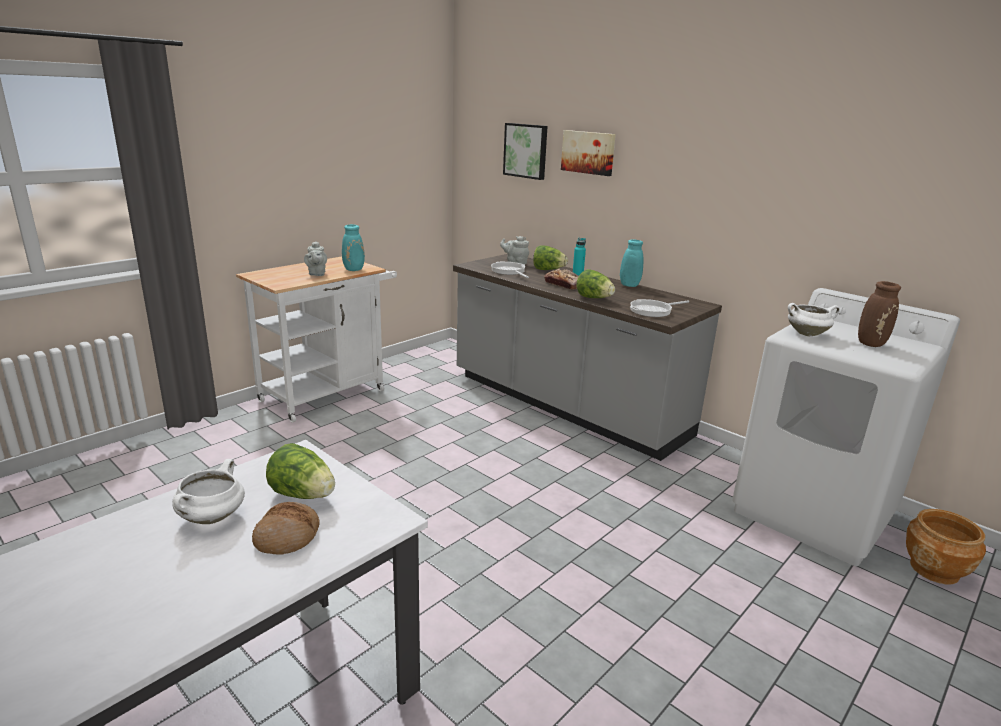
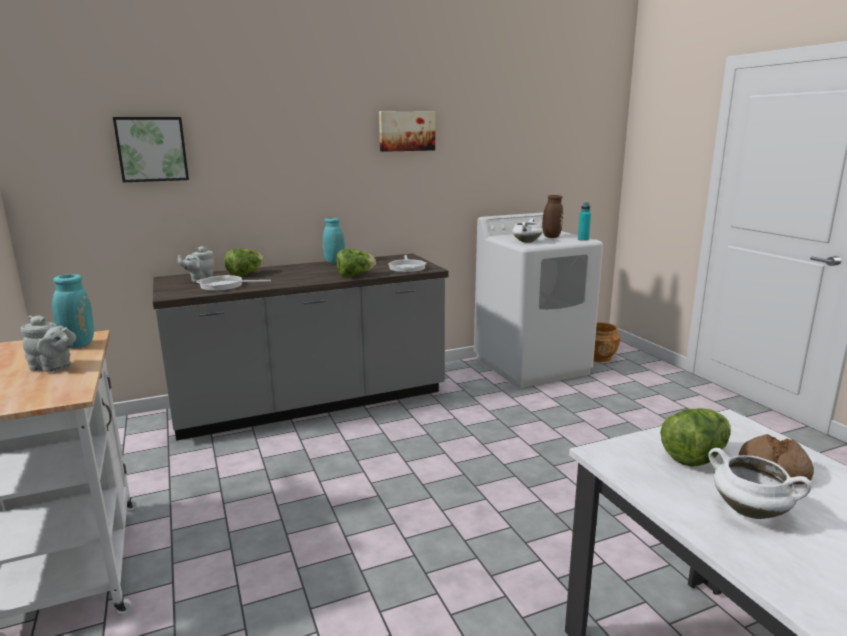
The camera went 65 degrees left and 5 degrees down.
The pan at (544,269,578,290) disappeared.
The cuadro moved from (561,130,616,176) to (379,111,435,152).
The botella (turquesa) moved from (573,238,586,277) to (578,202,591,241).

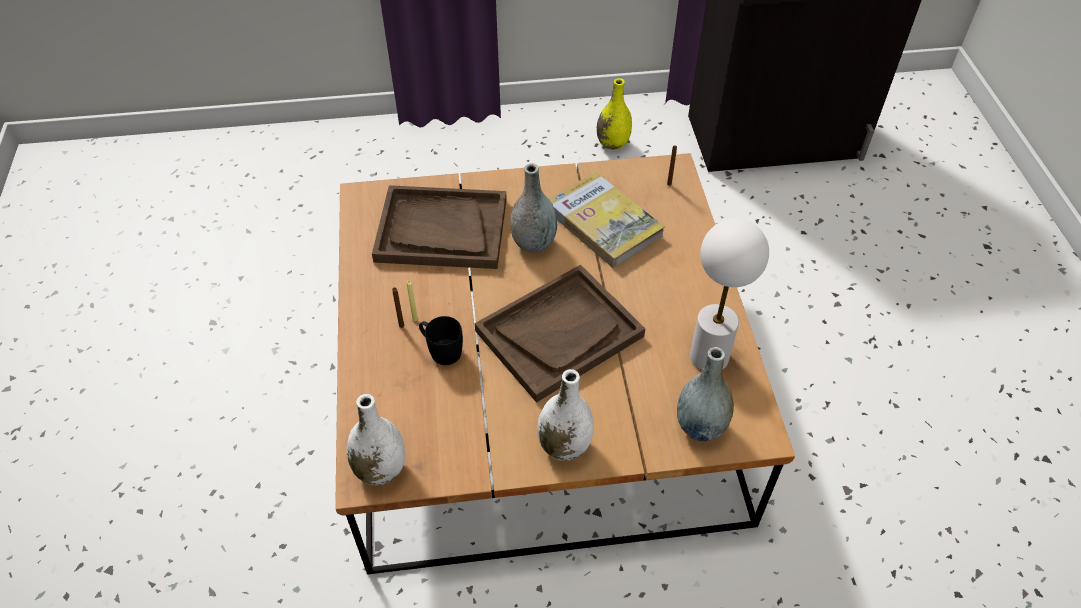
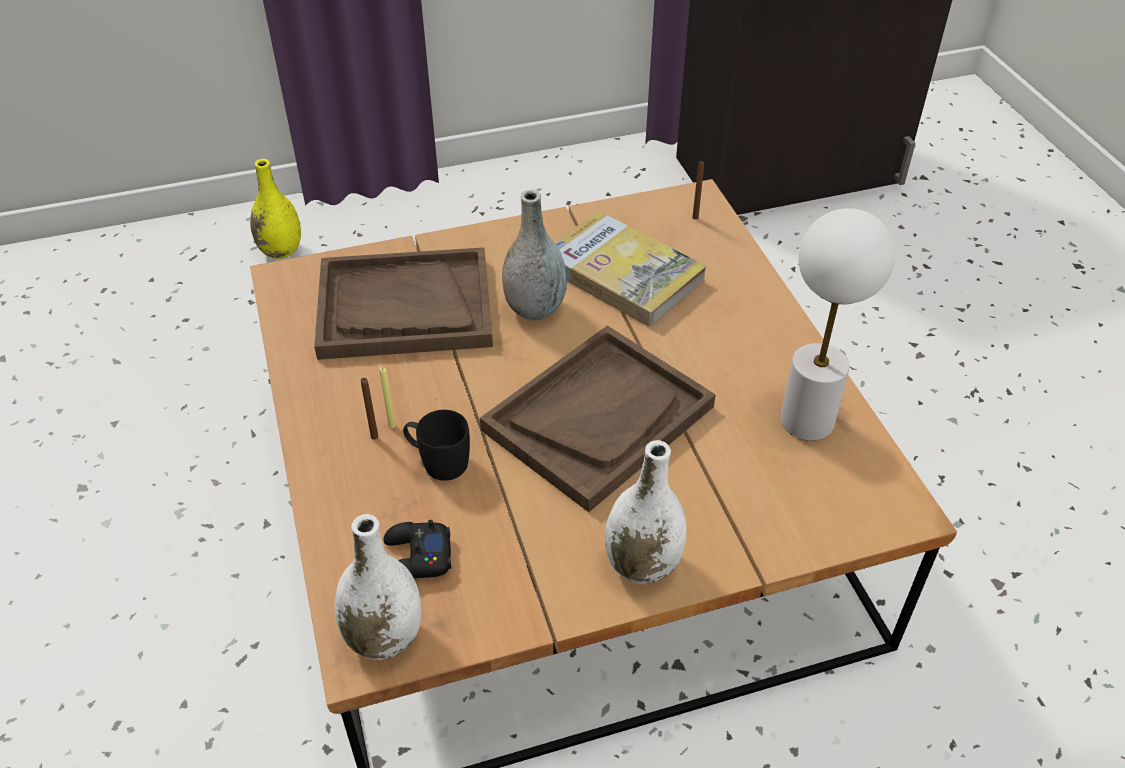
The camera went 10 degrees left and 5 degrees down.
The florero (gris) at (677,347,734,442) disappeared.
The mando de consola (negro) at (383,520,451,578) appeared.
The florero (amarillo) moved from (597,78,632,150) to (250,159,301,259).

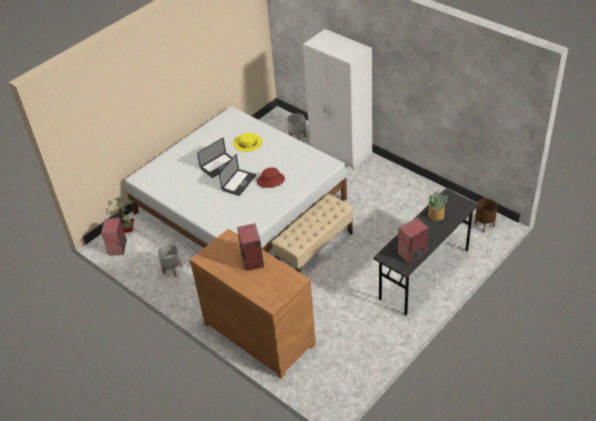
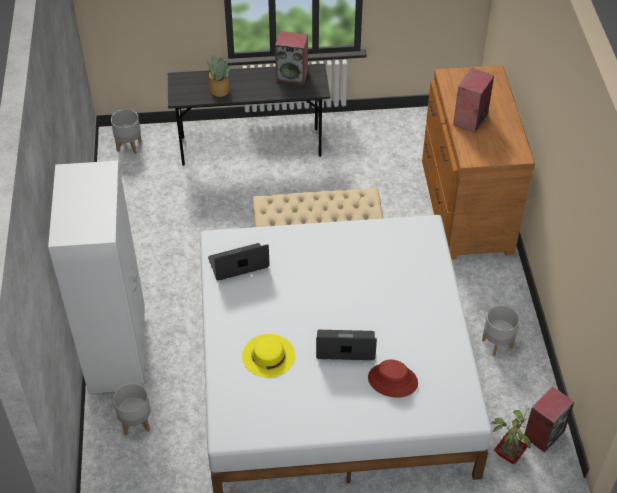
The camera went 140 degrees left and 5 degrees up.
The portátil moved from (219,154,256,196) to (208,243,270,281).
The sombrero (rojo) moved from (256,167,285,188) to (368,360,418,398).
The maceta (marrón) at (474,198,498,232) became the maceta (gris) at (111,109,142,154).

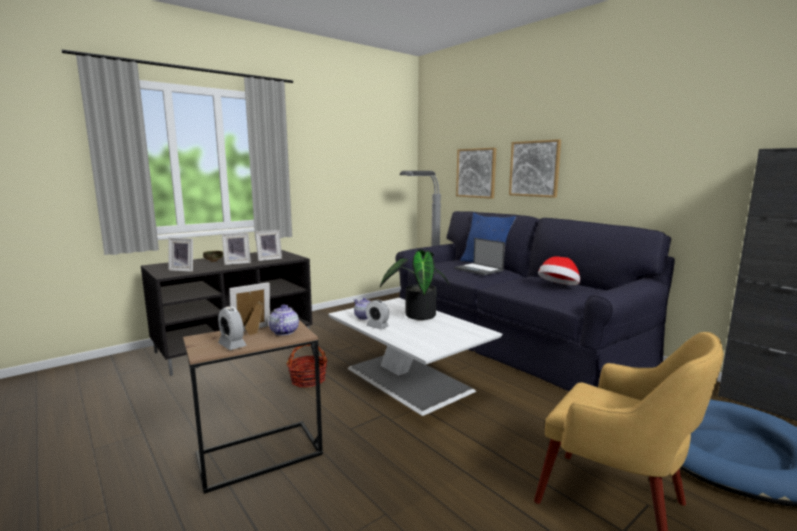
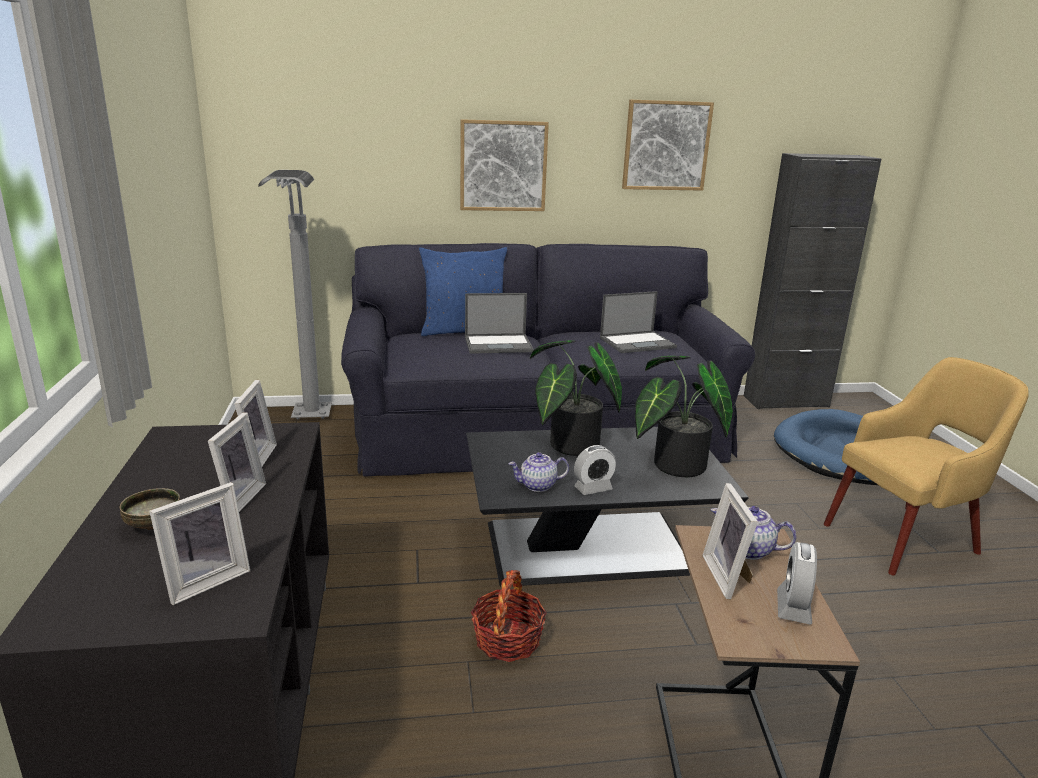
The camera went 60 degrees left and 10 degrees up.
The planta en maceta at (635,356,733,477) appeared.
The cuadro moved from (456,148,496,199) to (622,100,714,191).
The sombrero at (538,256,580,285) was replaced by the portátil at (600,291,677,353).
The mesa de centro (blanco) at (328,298,503,416) became the mesa de centro (negro) at (466,427,749,587).
The despertador at (218,307,247,350) turned 120 degrees clockwise.

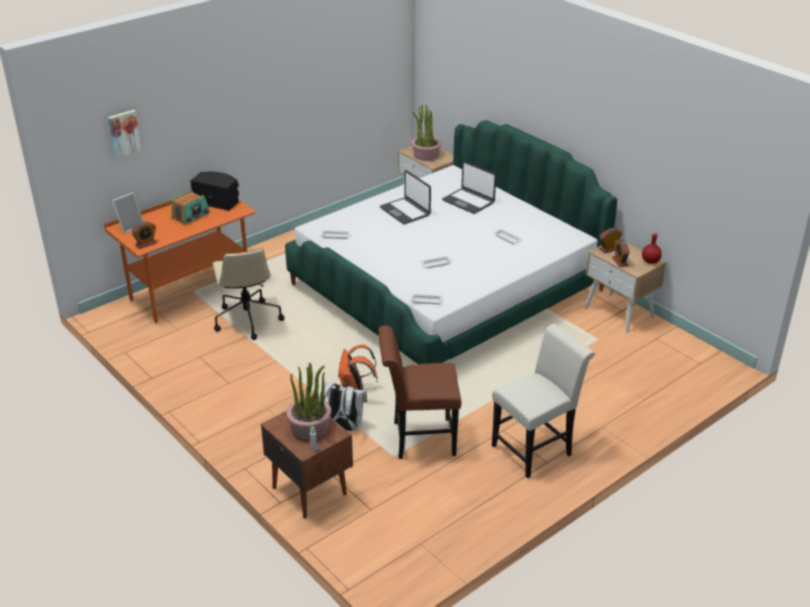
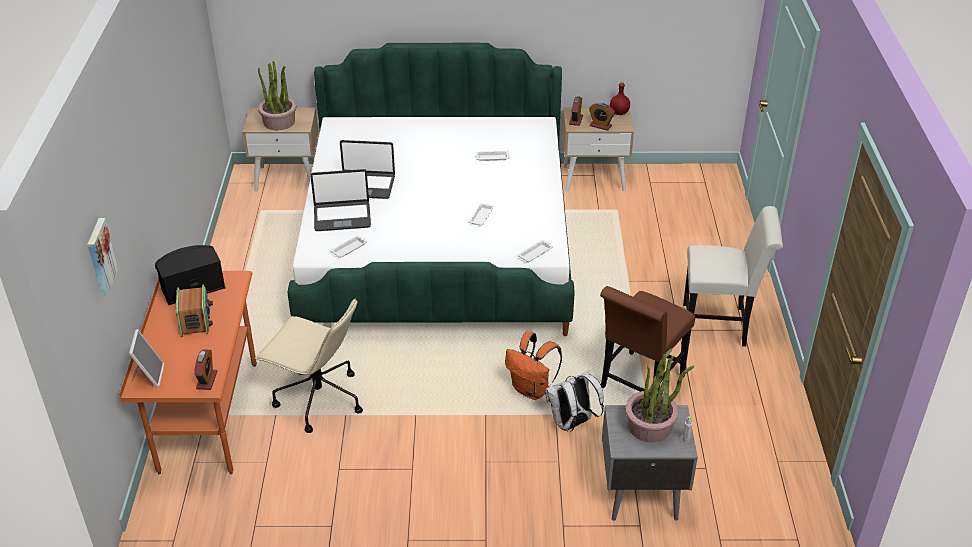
The camera went 50 degrees left and 5 degrees up.
The portátil moved from (442,161,496,214) to (310,169,371,231).
The mesita de noche (marrón) at (261,411,353,519) became the mesita de noche (gris) at (602,405,698,521).
The silla (blanco) at (492,324,595,478) turned 90 degrees clockwise.

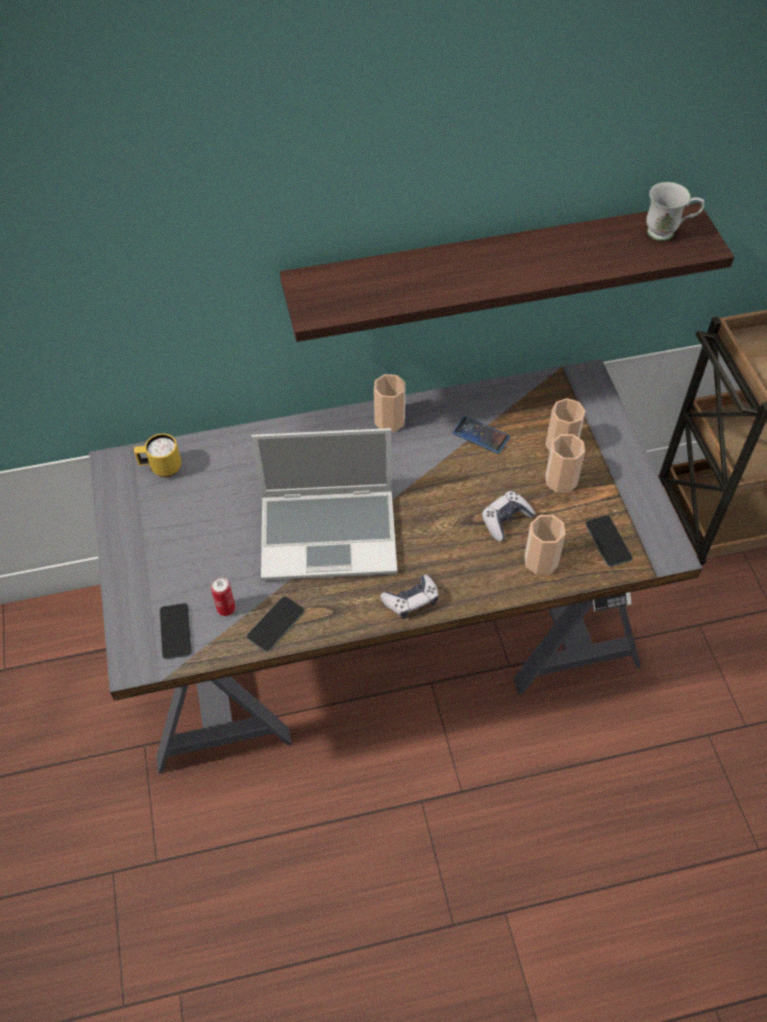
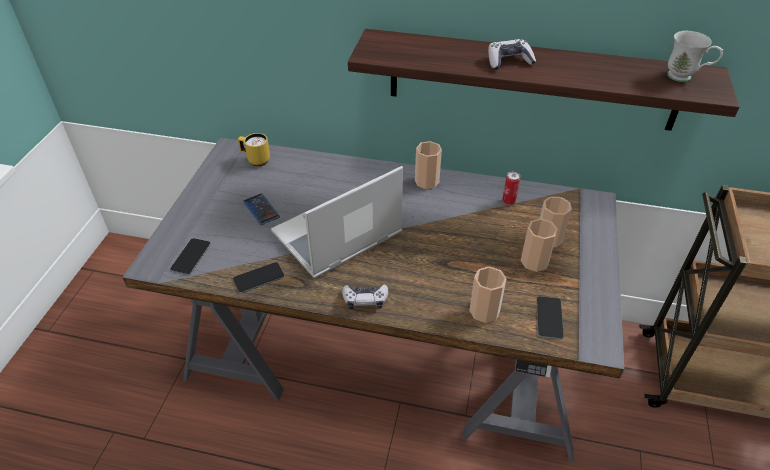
The camera went 25 degrees right and 10 degrees down.
The lata moved from (211,577,235,616) to (502,171,520,205).
The móvil moved from (452,416,510,454) to (243,193,280,225).
The mando de consola moved from (482,491,536,542) to (488,39,536,70).
The portátil at (252,428,397,581) turned 120 degrees clockwise.

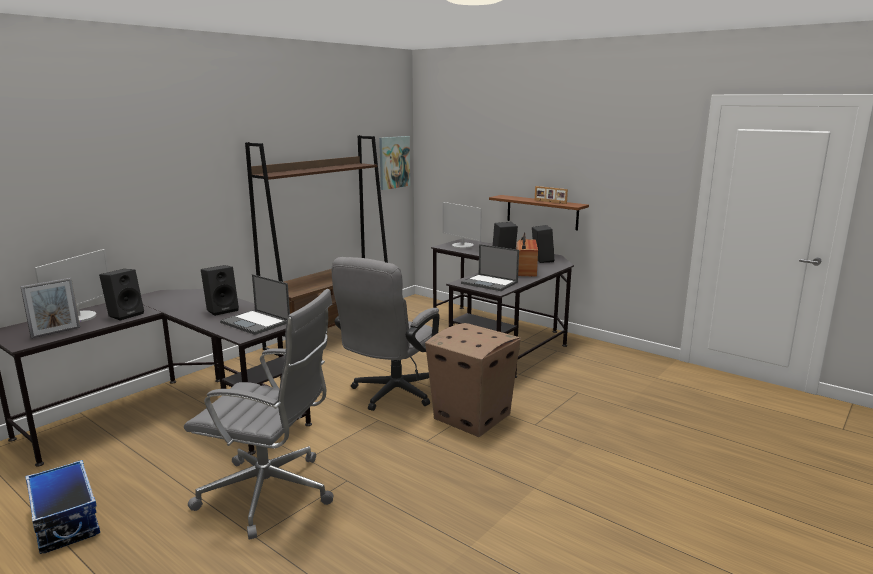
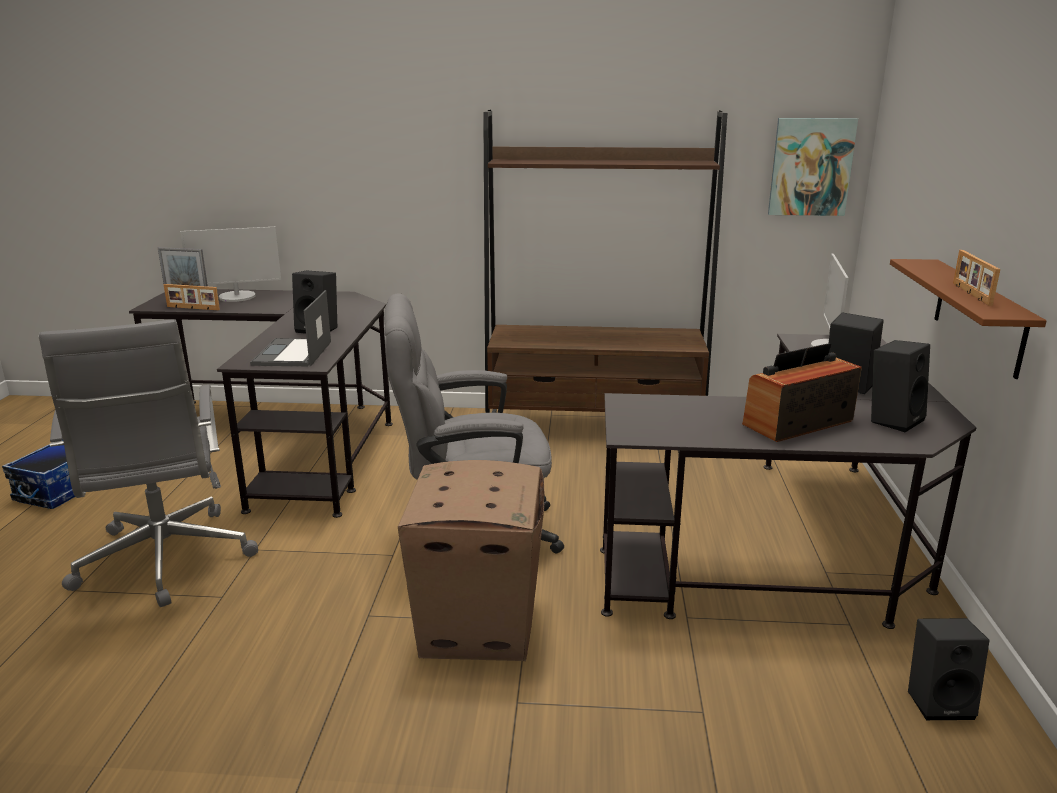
The camera went 55 degrees right and 5 degrees up.
The portátil at (461,244,519,291) disappeared.
The portarretratos at (163,284,220,310) appeared.
The altavoz (negro) moved from (99,269,144,320) to (908,618,990,720).

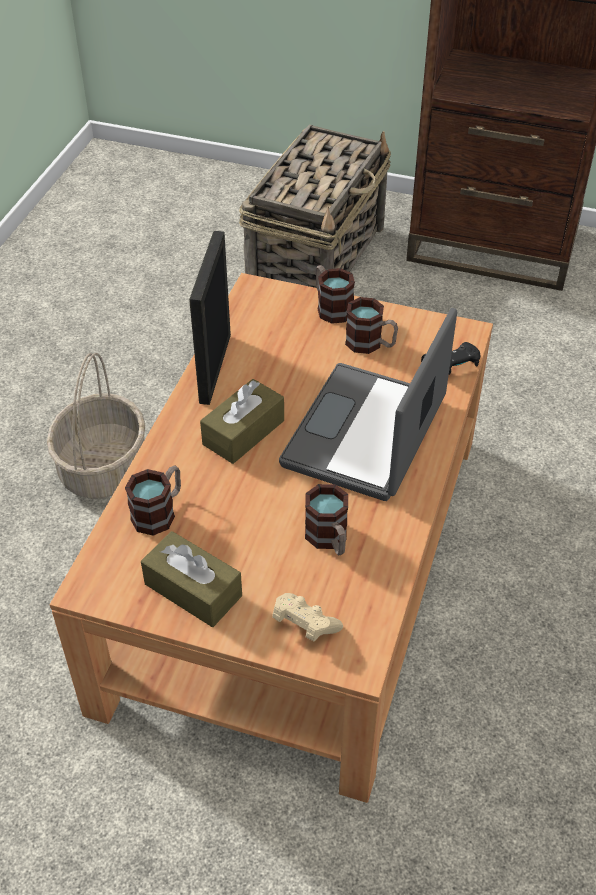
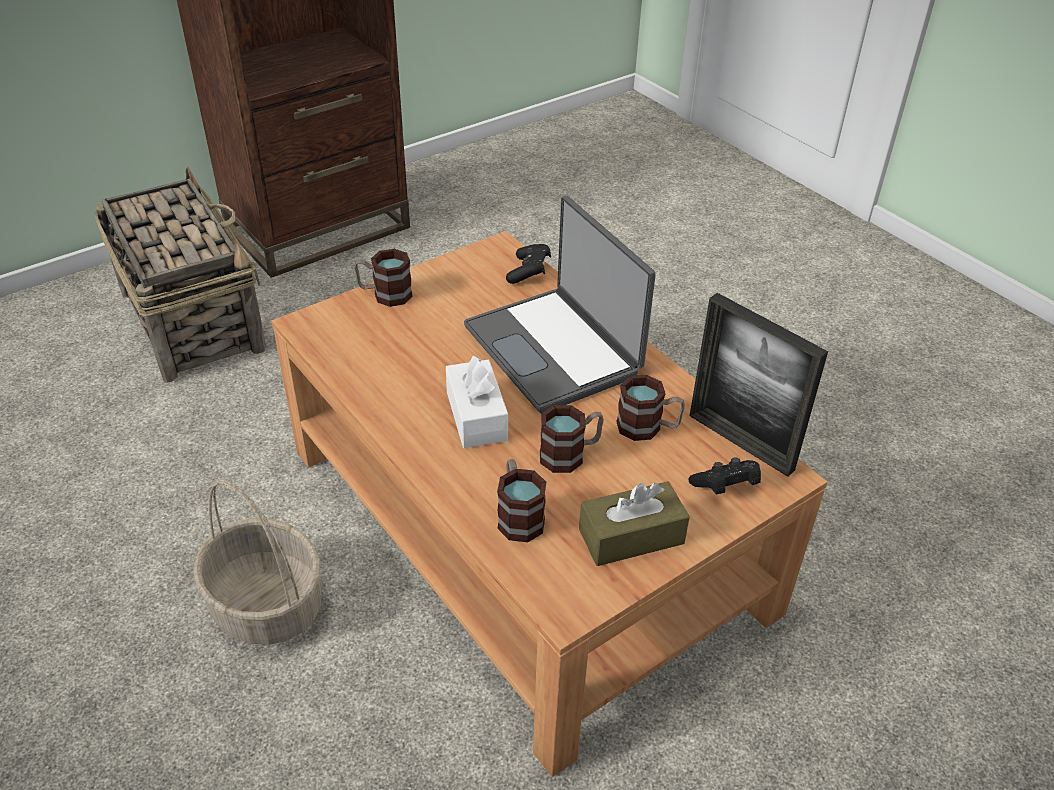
The camera went 55 degrees left and 5 degrees down.
The portarretratos moved from (189,231,231,405) to (690,293,828,477).
The taza grande moved from (345,297,398,354) to (540,405,604,473).
The caja de pañuelos (marrón) at (200,379,284,464) became the caja de pañuelos (blanco) at (446,355,508,448).
The mando de consola (beis) at (272,593,343,641) became the mando de consola (negro) at (688,457,761,494).

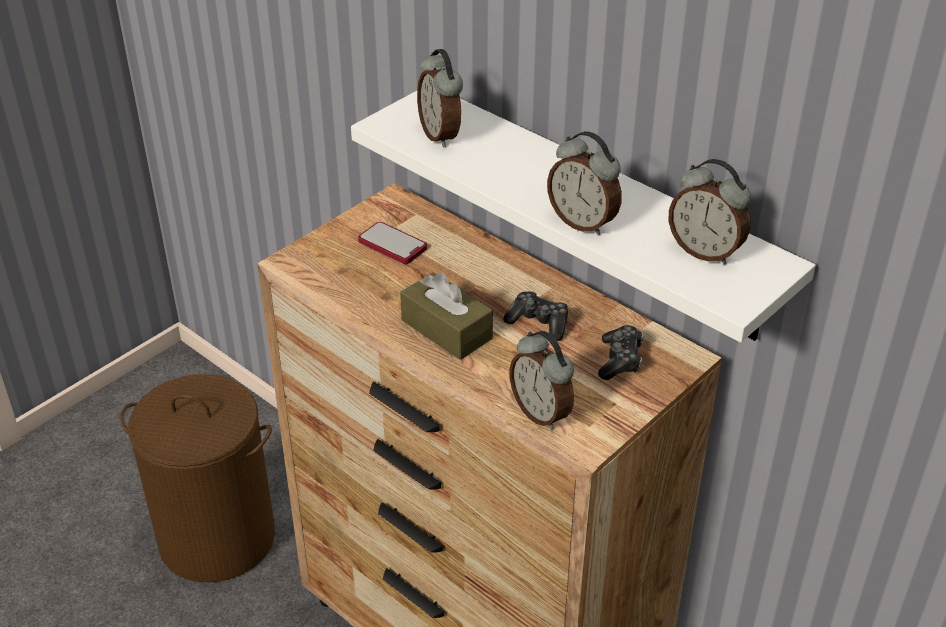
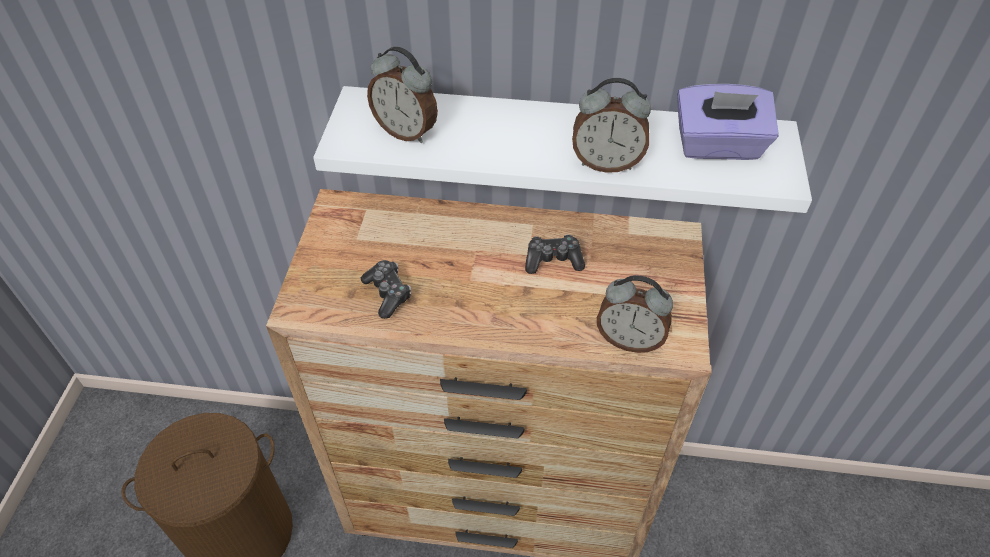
The camera went 35 degrees left and 10 degrees up.
The móvil at (358,222,427,264) disappeared.
The caja de pañuelos (marrón) at (400,272,493,360) disappeared.
The mando de consola moved from (598,325,644,380) to (361,260,411,319).
The despertador at (669,159,751,265) was replaced by the caja de pañuelos (morado) at (677,84,779,160).

